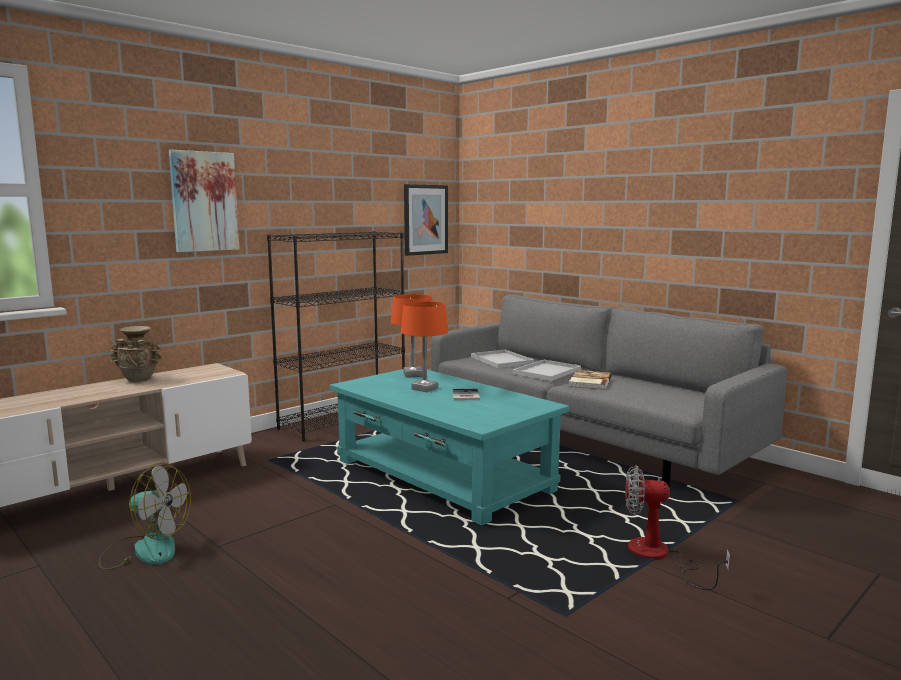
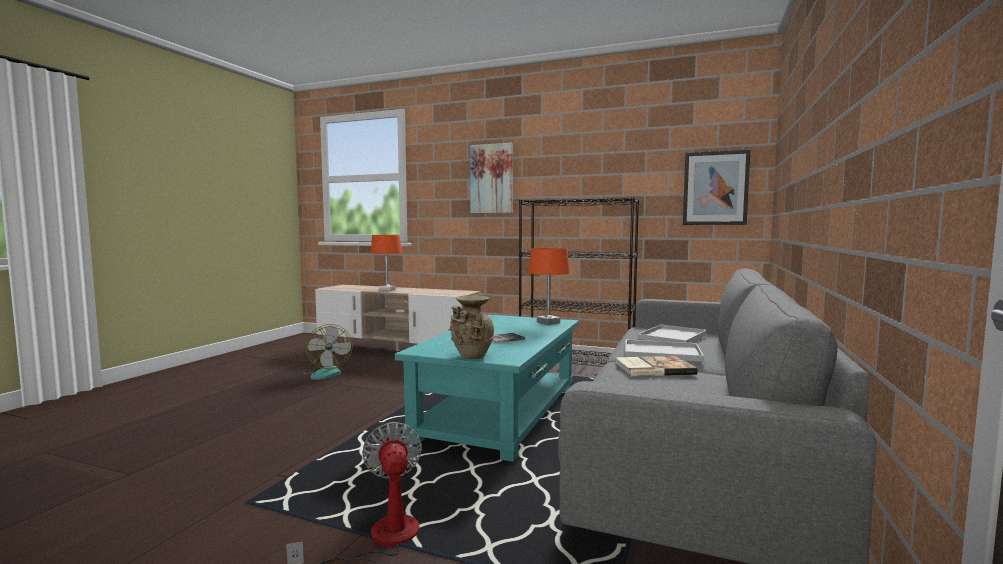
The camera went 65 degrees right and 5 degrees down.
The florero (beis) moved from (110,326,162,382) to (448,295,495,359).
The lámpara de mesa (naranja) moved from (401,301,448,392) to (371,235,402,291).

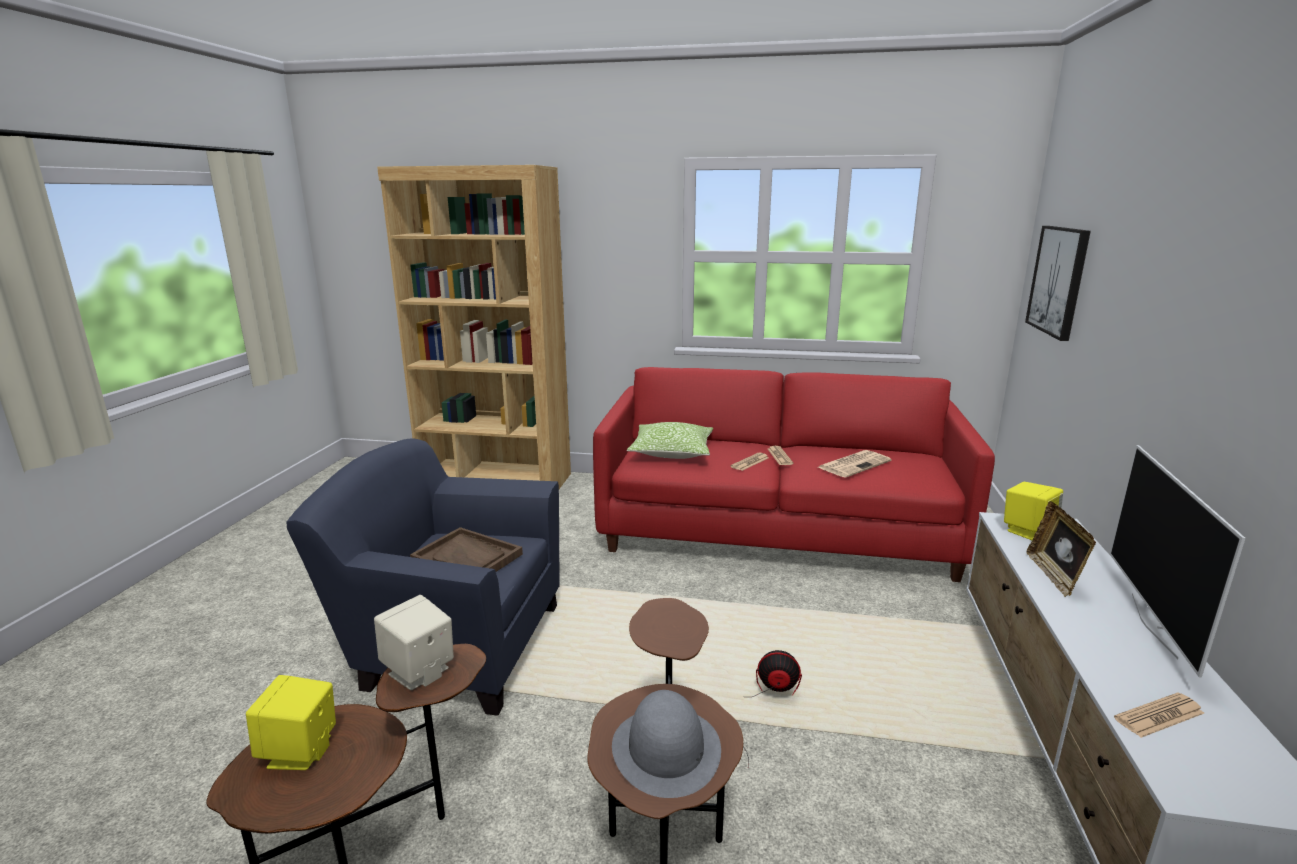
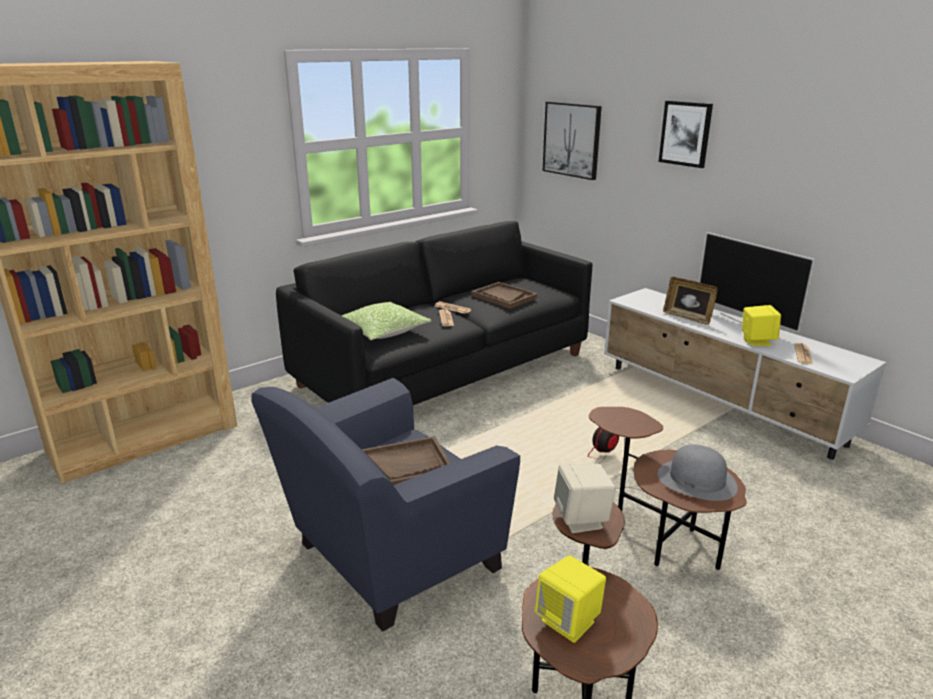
The camera went 50 degrees left and 5 degrees up.
The cuadro at (658,101,713,168) appeared.
The altavoz (amarillo) moved from (1004,482,1063,540) to (742,305,781,346).
The periódico at (818,450,891,478) was replaced by the bandeja (marrón) at (472,282,538,309).
The sofá (rojo) at (593,367,995,582) became the sofá (negro) at (276,221,592,405).

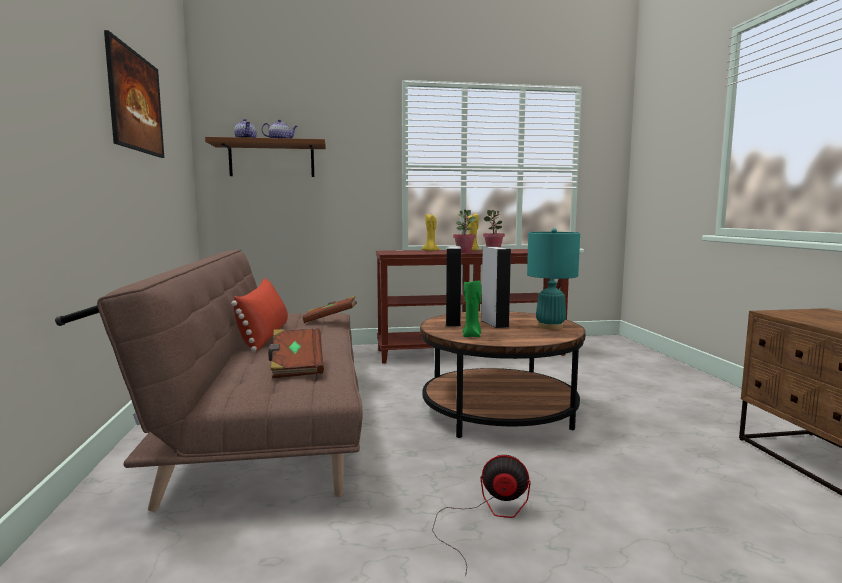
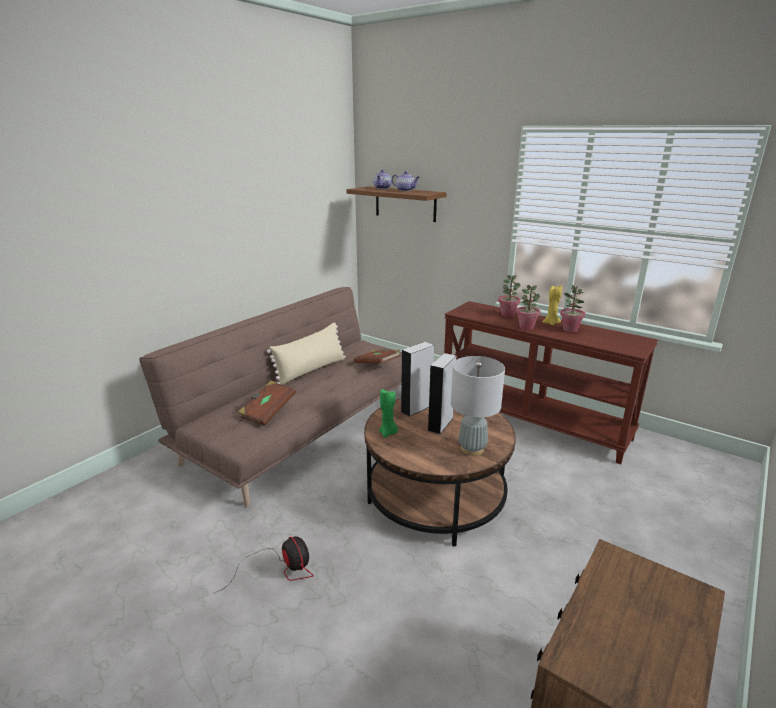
The camera went 45 degrees right and 15 degrees up.
The cuadro at (104,30,164,158) disappeared.
The vela (amarillo) at (422,214,440,251) was replaced by the planta en maceta at (498,275,521,317).
The cojín (rojo) at (231,278,288,352) became the cojín (beis) at (267,323,346,385).
The lámpara de mesa (turquesa) at (527,228,580,330) became the lámpara de mesa (gris) at (451,356,505,456).

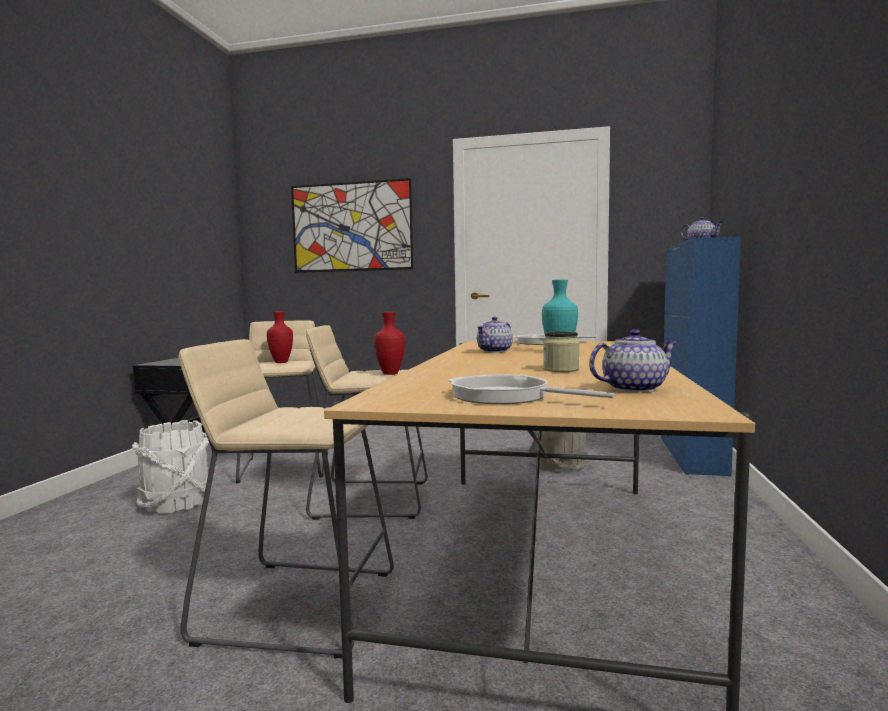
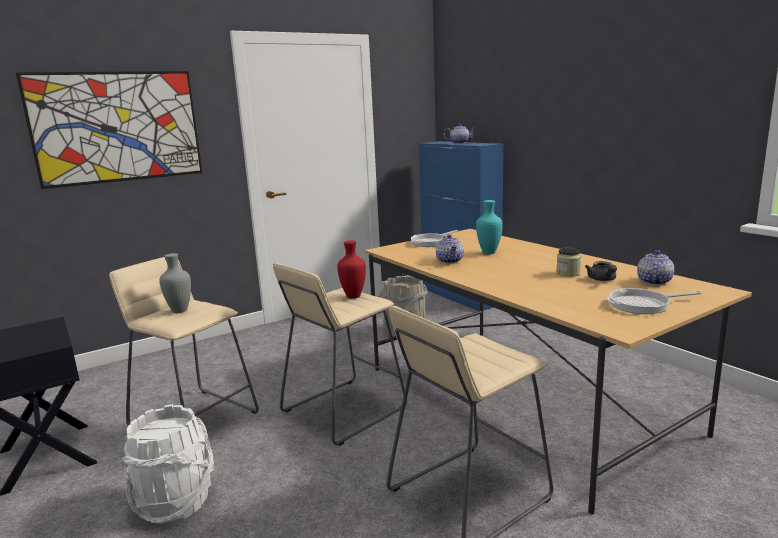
The camera went 45 degrees left and 10 degrees up.
The tetera (gris) at (585,261,617,281) appeared.
The florero (rojo) at (267,311,293,363) became the florero (gris) at (159,253,191,313).

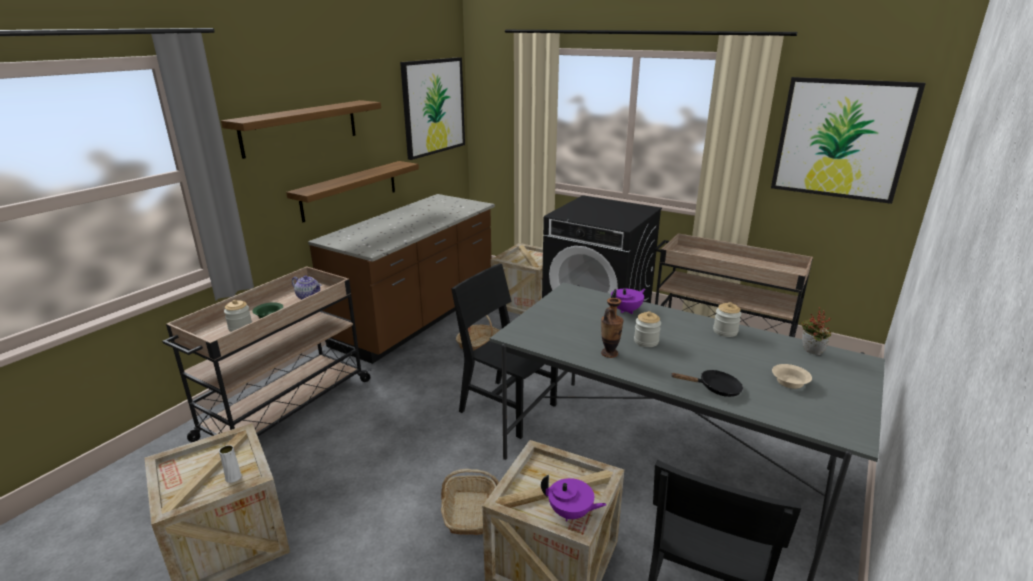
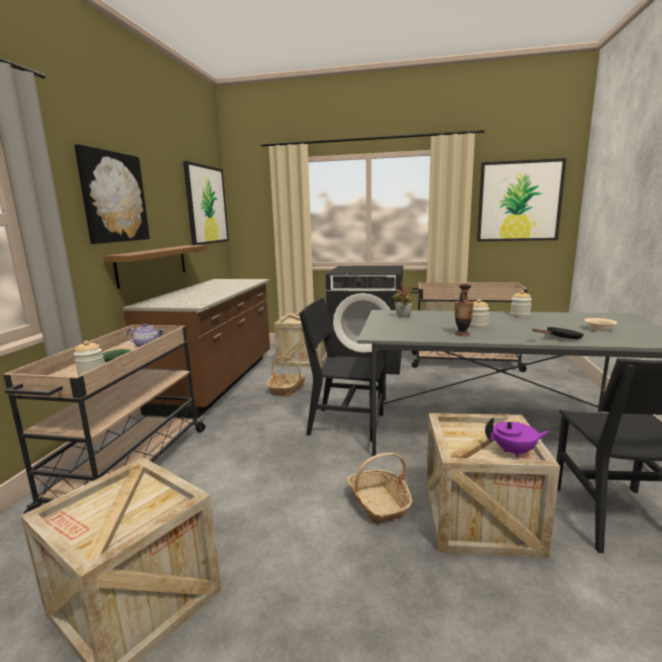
The camera went 20 degrees left and 10 degrees down.
The florero (blanco) at (219,445,242,483) disappeared.
The tetera (morado) at (611,289,645,314) disappeared.
The planta en maceta moved from (801,307,832,355) to (392,283,413,317).
The estante at (221,100,381,159) was replaced by the cuadro at (74,144,150,244).

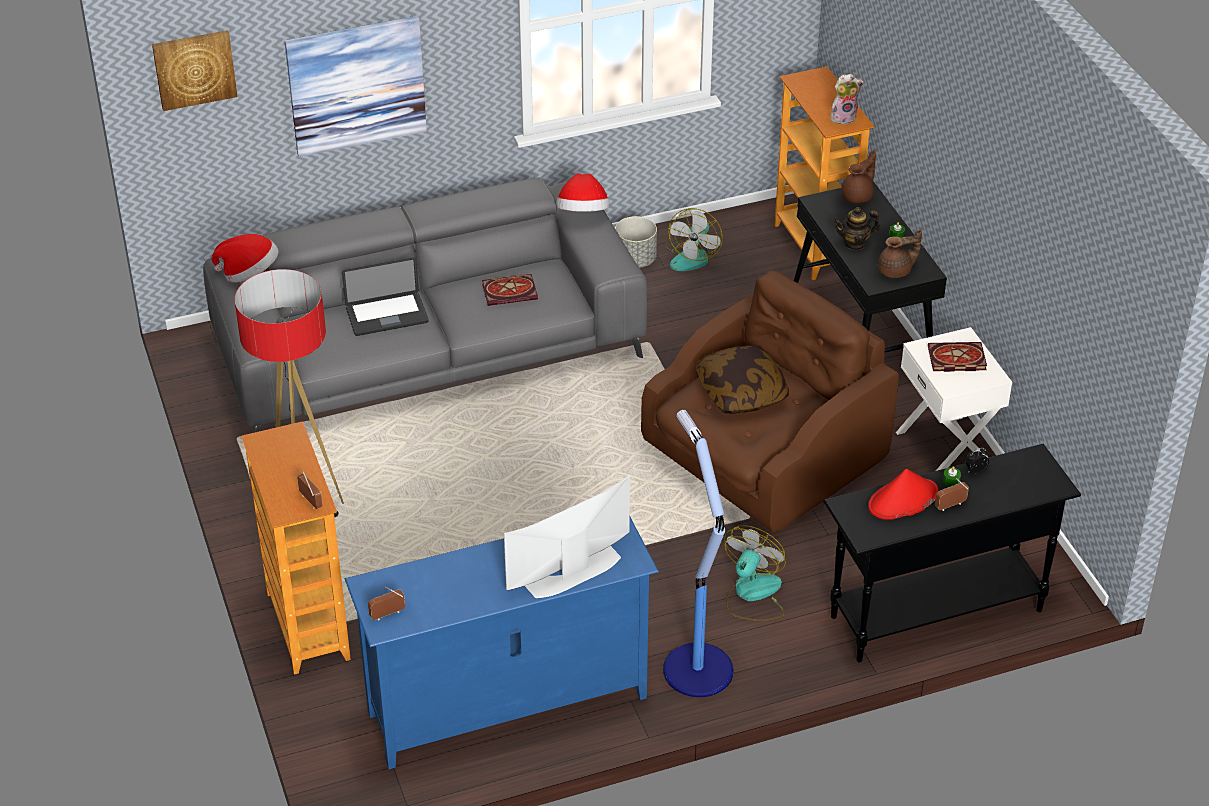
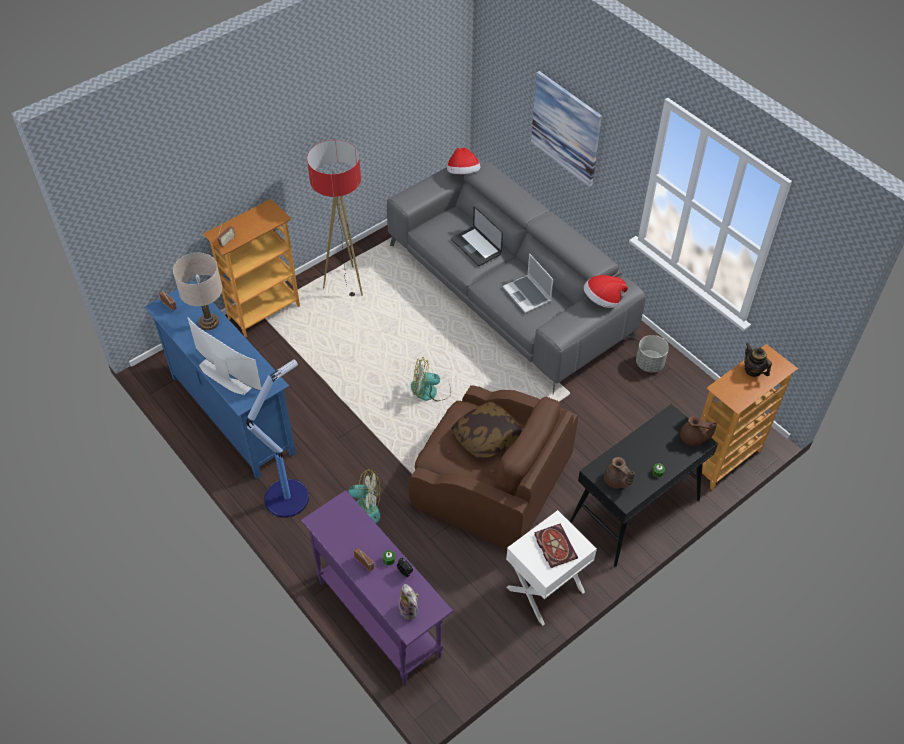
The camera went 70 degrees right and 10 degrees up.
The cuadro at (152,30,237,111) disappeared.
The sombrero (rojo) at (868,469,938,520) disappeared.
The lámpara de mesa (beis) at (173,253,222,330) appeared.
The ventilador moved from (665,208,723,271) to (411,357,451,401).
The peluche moved from (831,74,864,124) to (399,584,419,620).
The tetera moved from (834,207,880,250) to (744,343,772,377).
The libro at (482,274,538,306) was replaced by the portátil at (503,254,553,313).
The mesa consola (negro) at (823,444,1081,662) became the mesa consola (morado) at (301,490,453,685).

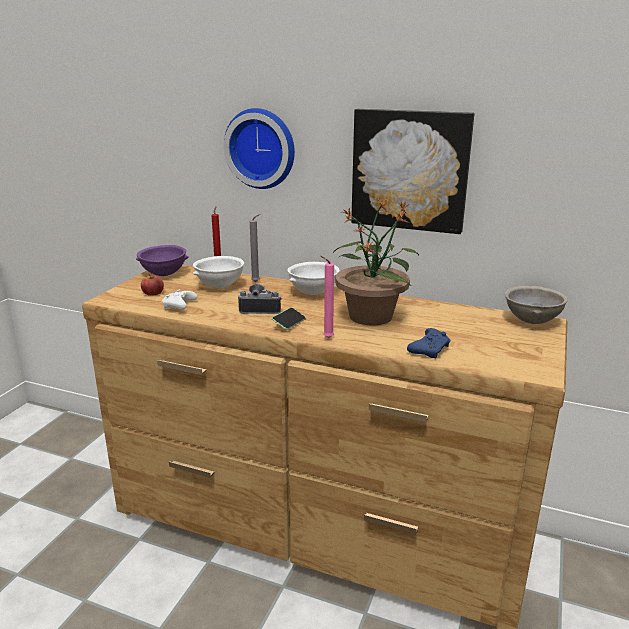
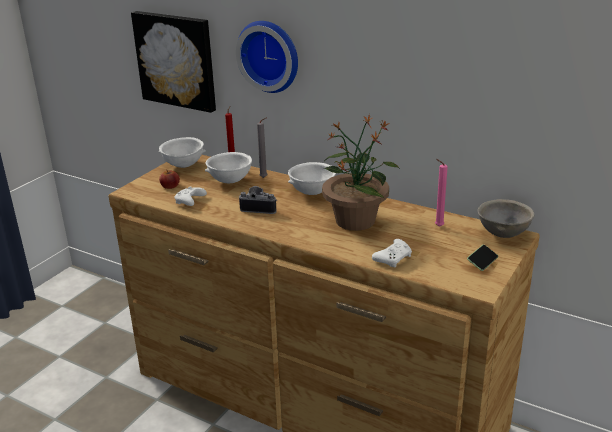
The camera went 10 degrees right and 5 degrees up.
The móvil moved from (271,307,306,330) to (467,245,498,271).
The vela (rosa) moved from (320,256,334,338) to (435,159,448,227).
The cuadro moved from (351,108,474,234) to (131,11,216,113).
The cuenco (morado) at (136,245,189,276) became the cuenco (blanco) at (159,137,206,168).
The mando de consola (azul) at (407,328,450,358) became the mando de consola (blanco) at (372,239,412,267).

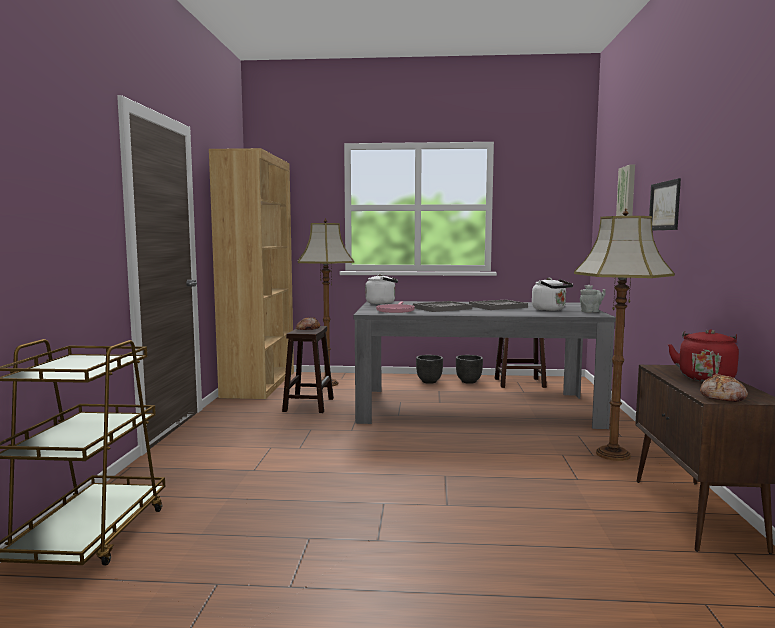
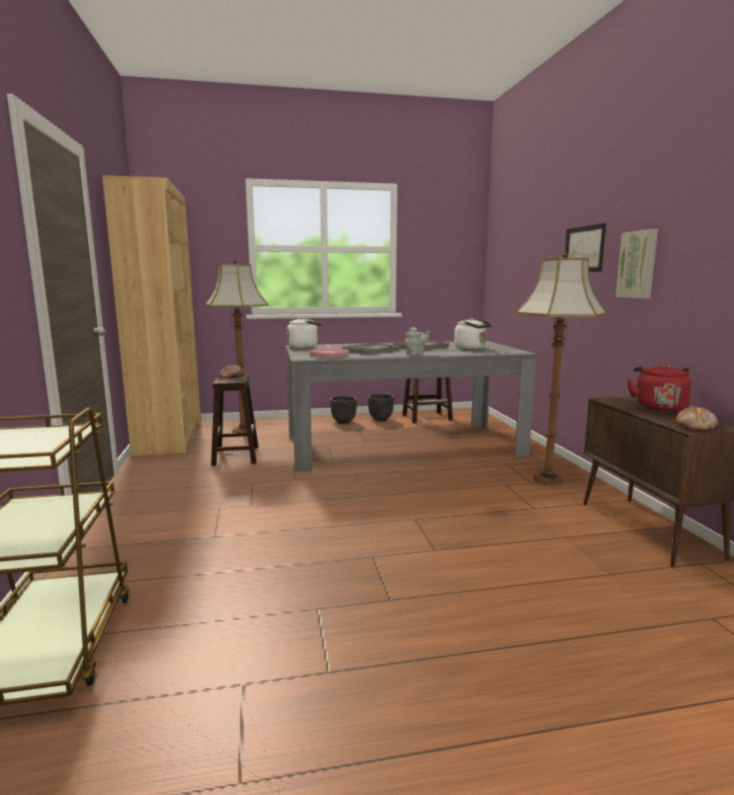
The camera went 15 degrees left and 5 degrees up.
The tetera (gris) moved from (580,285,605,313) to (405,327,429,355).
The cuadro moved from (616,165,635,216) to (616,229,658,299).

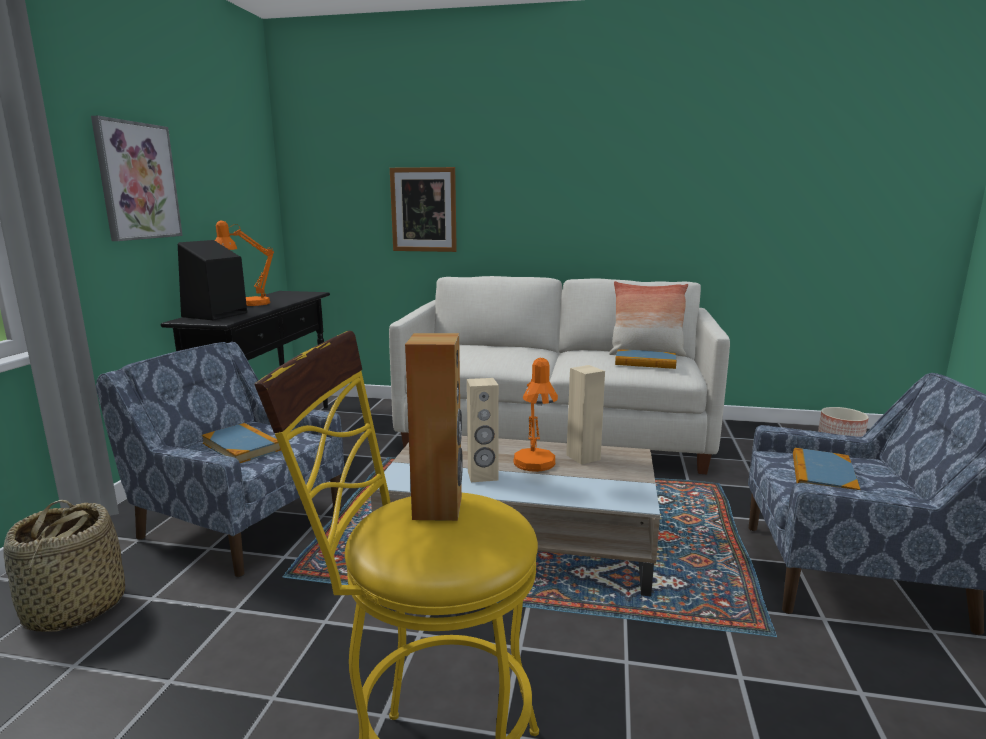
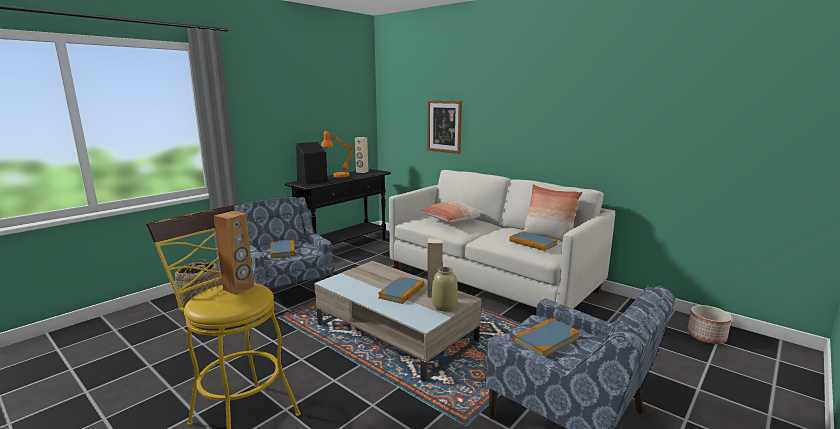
The camera went 30 degrees right and 0 degrees up.
The cuadro at (91,116,183,241) disappeared.
The cojín at (421,201,485,223) appeared.
The florero (beis) at (432,267,458,311) appeared.
The altavoz (beis) moved from (467,378,499,482) to (355,137,369,173).
The lámpara de mesa (naranja) at (514,358,558,472) was replaced by the libro at (378,276,424,304).

